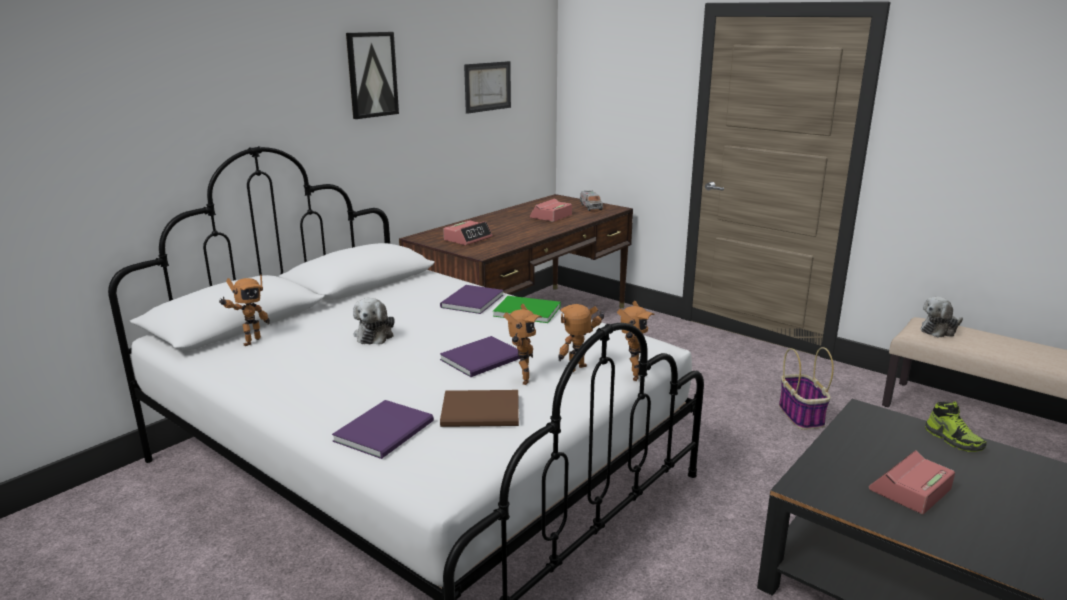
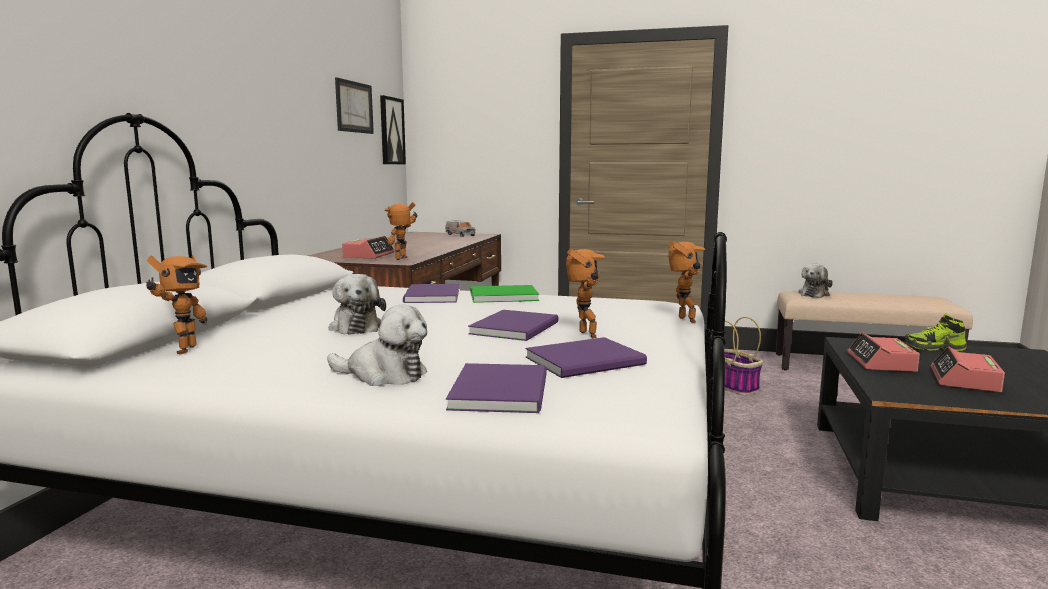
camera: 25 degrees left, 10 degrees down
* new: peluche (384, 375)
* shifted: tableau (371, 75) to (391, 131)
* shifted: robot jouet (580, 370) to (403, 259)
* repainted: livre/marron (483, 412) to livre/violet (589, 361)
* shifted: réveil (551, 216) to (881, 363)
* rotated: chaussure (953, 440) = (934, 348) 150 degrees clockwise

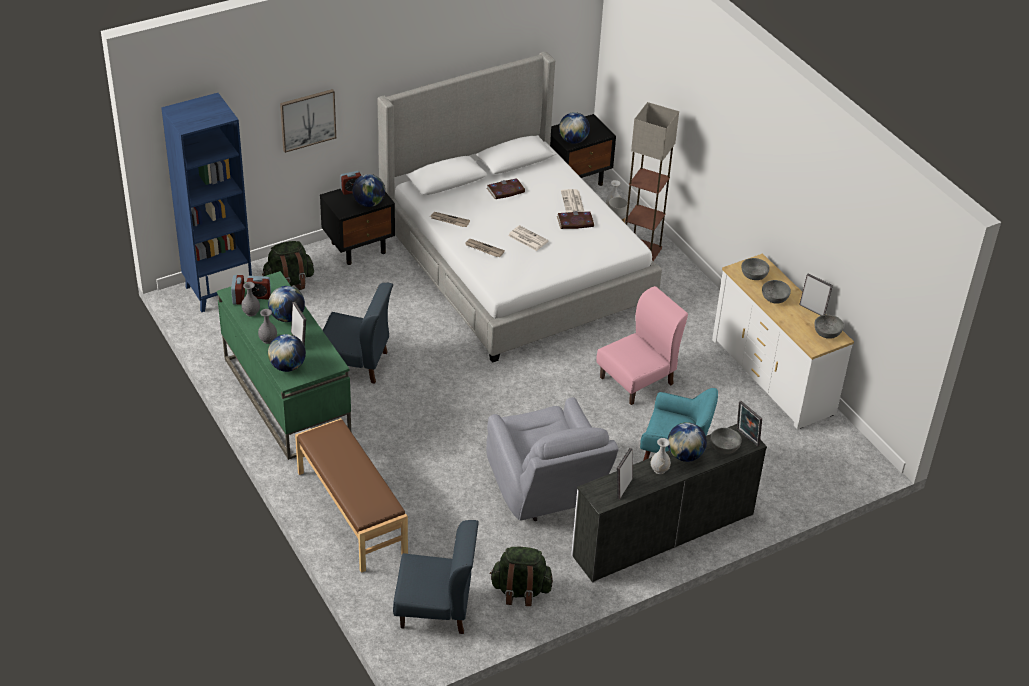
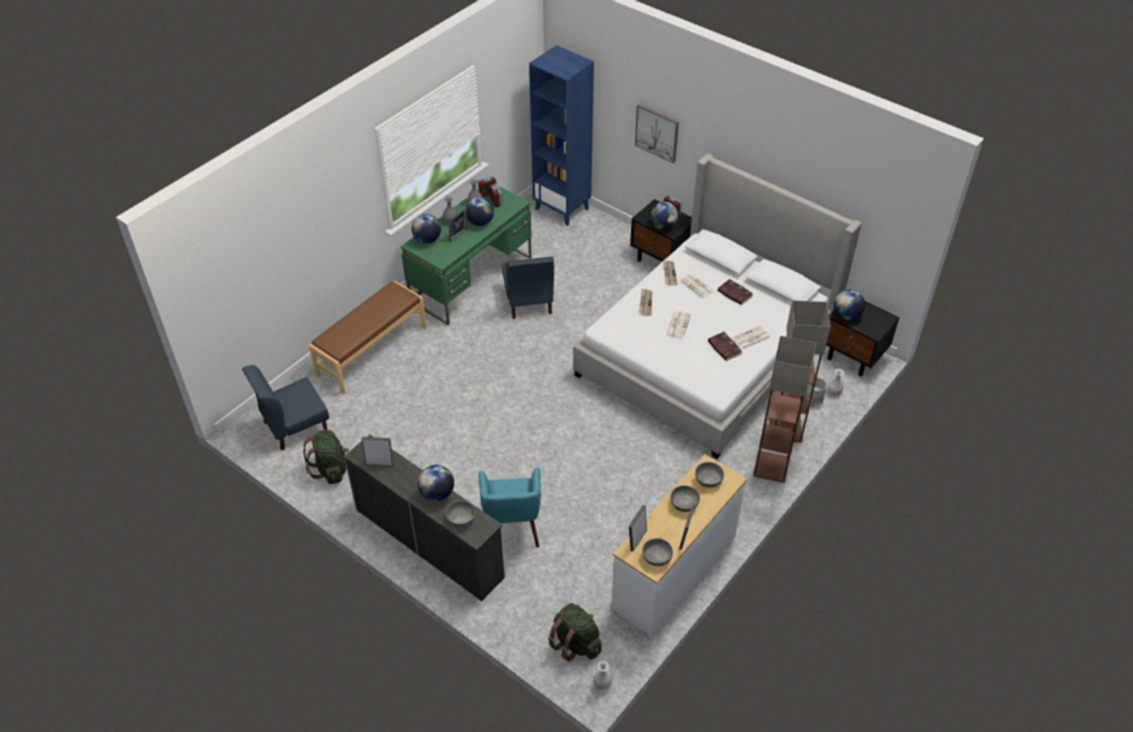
camera: 70 degrees right, 5 degrees up
* rotated: chaise/bleu (435, 609) = (294, 426) 75 degrees clockwise
* shifted: sac à dos/vert (289, 282) to (575, 643)
* shifted: vase/blanc (659, 469) to (602, 684)
* shifted: cadre photo (746, 438) to (637, 539)
* new: journal (697, 286)
* new: lampadaire (771, 467)
* gone: fauteuil/gris (546, 492)
* gone: chaise/rose (637, 380)

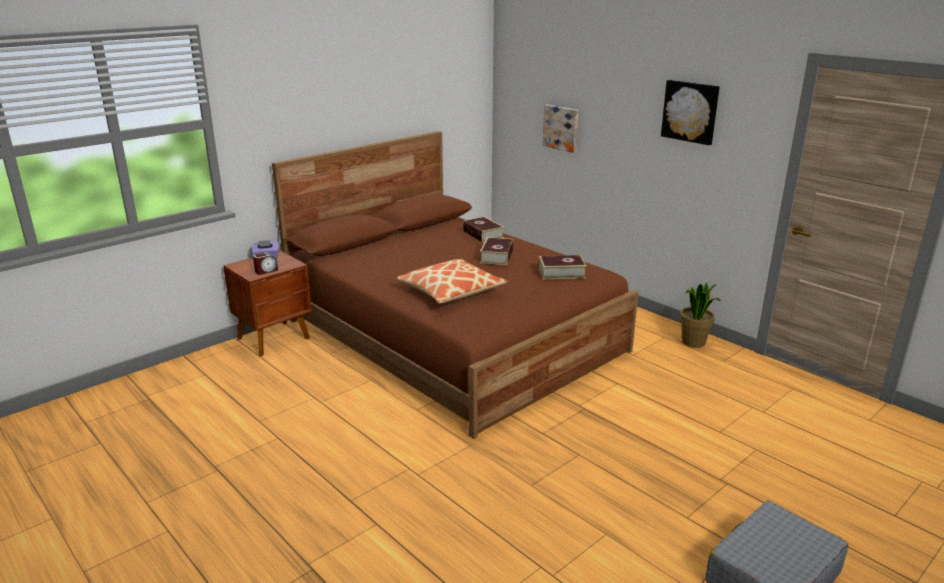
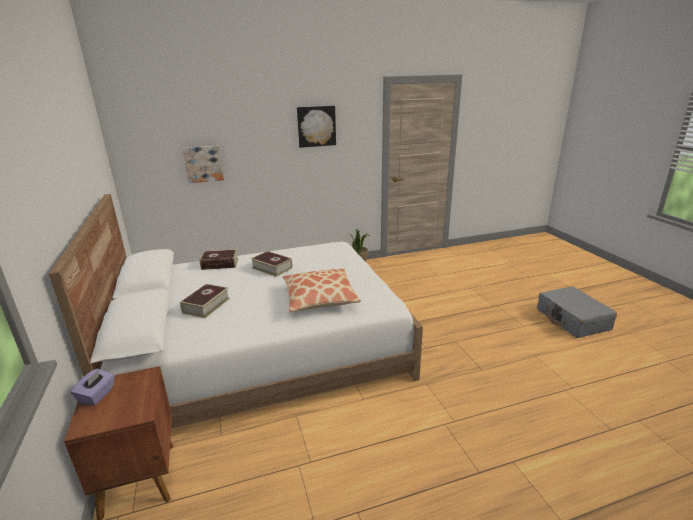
camera: 65 degrees left, 0 degrees up
* repainted: lit/marron (453, 335) to lit/blanc (263, 349)
* shifted: livre (561, 273) to (206, 305)
* gone: réveil (266, 271)

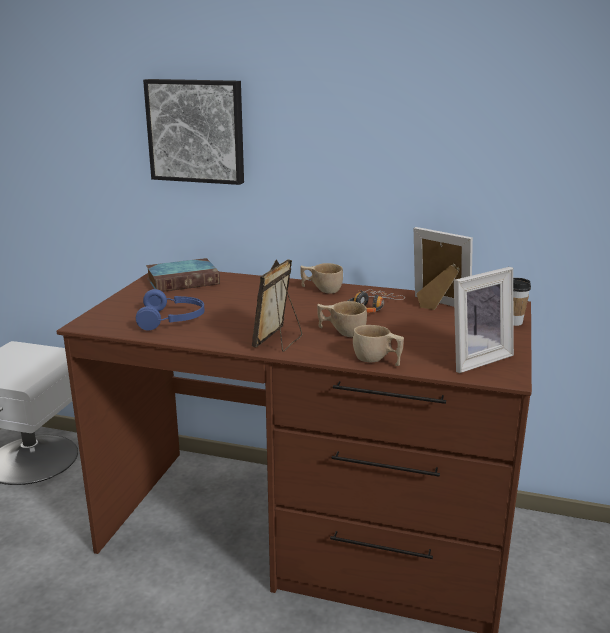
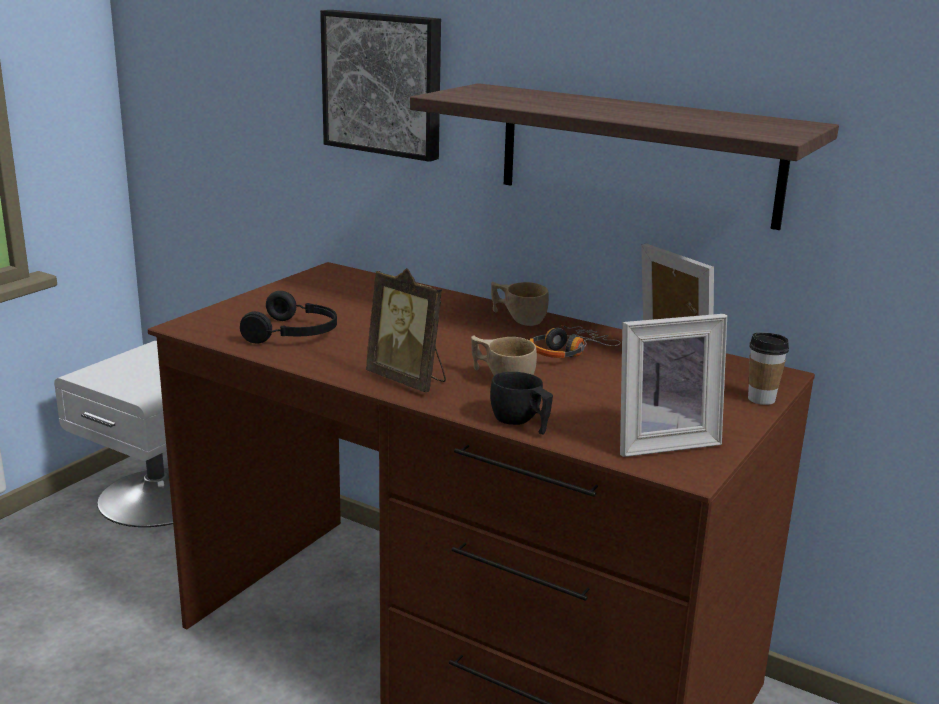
camera: 15 degrees right, 0 degrees up
* repainted: casque audio/bleu (172, 319) to casque audio/noir (294, 334)
* rotated: cadre photo (279, 341) = (409, 380) 90 degrees counterclockwise
* new: étagère (637, 154)
* repainted: tasse/beige (377, 360) to tasse/noir (521, 423)
* gone: livre (184, 280)

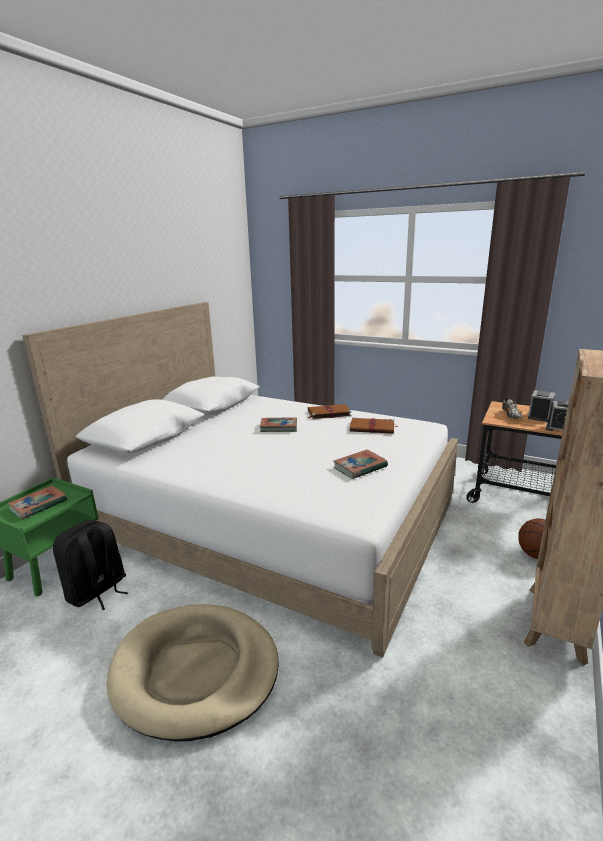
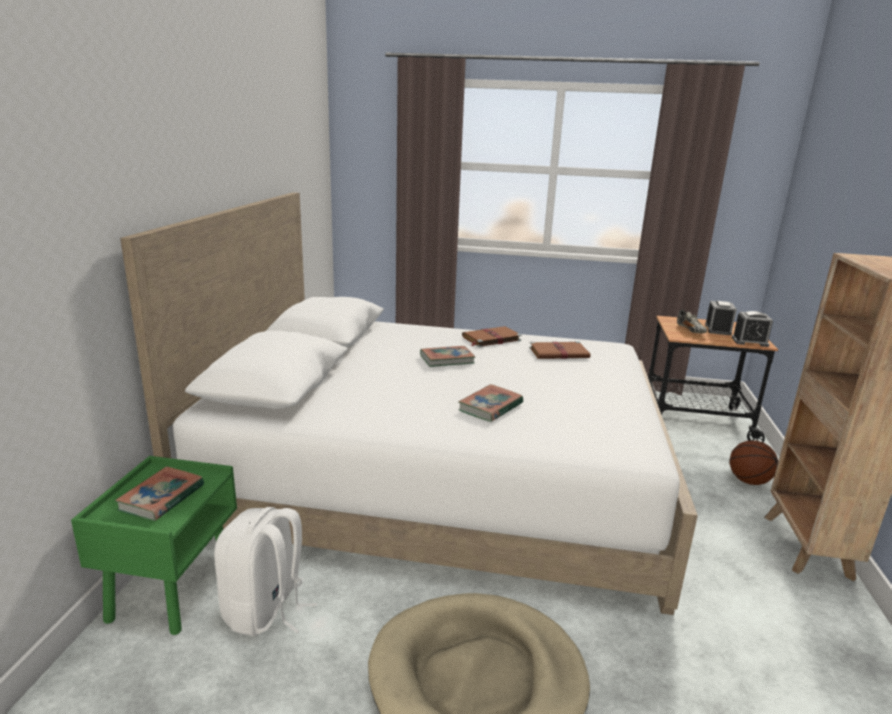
camera: 20 degrees left, 0 degrees up
* repainted: sac à dos/noir (97, 591) to sac à dos/blanc (266, 610)
* shifted: livre (360, 467) to (490, 407)

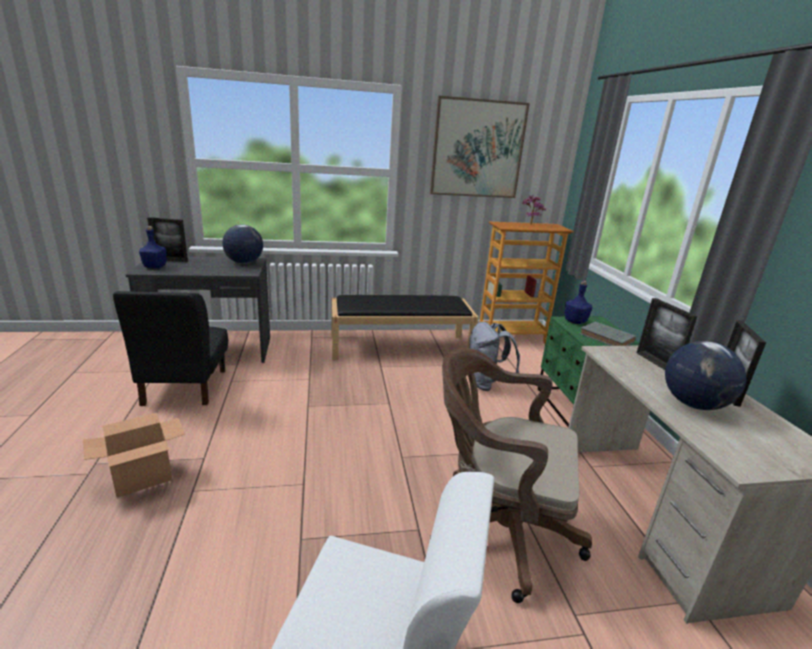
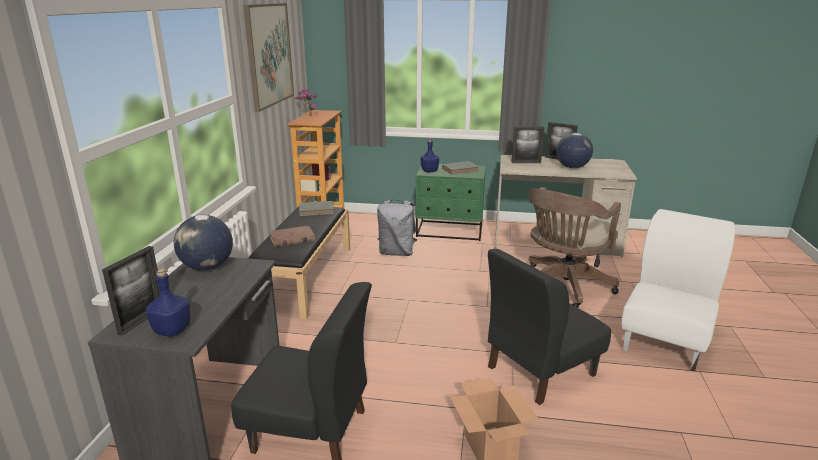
camera: 70 degrees left, 0 degrees up
* new: livre/marron (292, 239)
* new: livre/gris (317, 210)
* new: chaise/noir (540, 371)

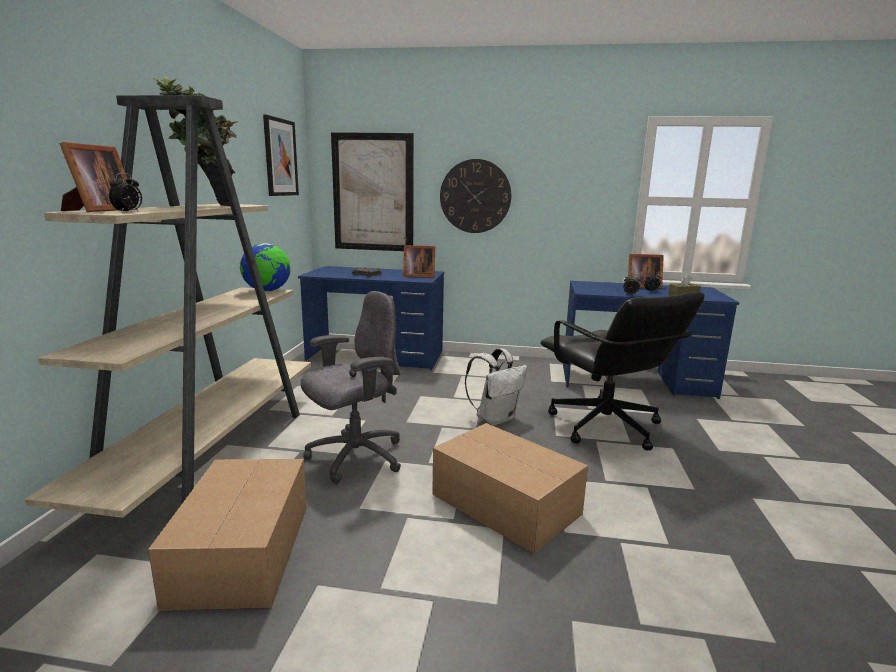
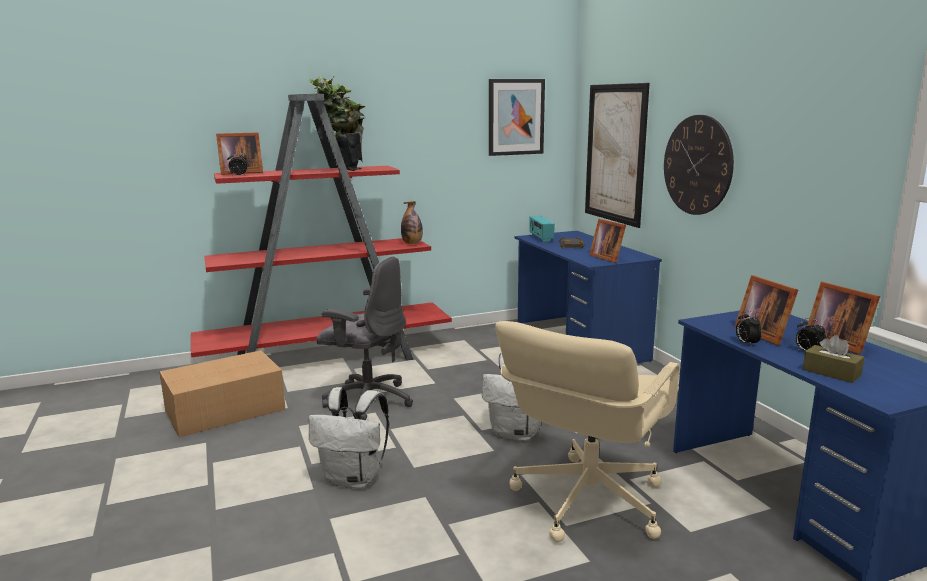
camera: 60 degrees right, 0 degrees up
* repainted: bibliothèque/beige (212, 453) to bibliothèque/rouge (327, 358)
* swapped: carton (504, 502) to sac à dos/blanc (354, 479)
* swapped: globe (267, 291) to bouteille (412, 243)
* repainted: chaise de bureau/noir (605, 427) to chaise de bureau/beige (586, 501)
* new: radio (540, 238)
* new: cadre photo (763, 334)

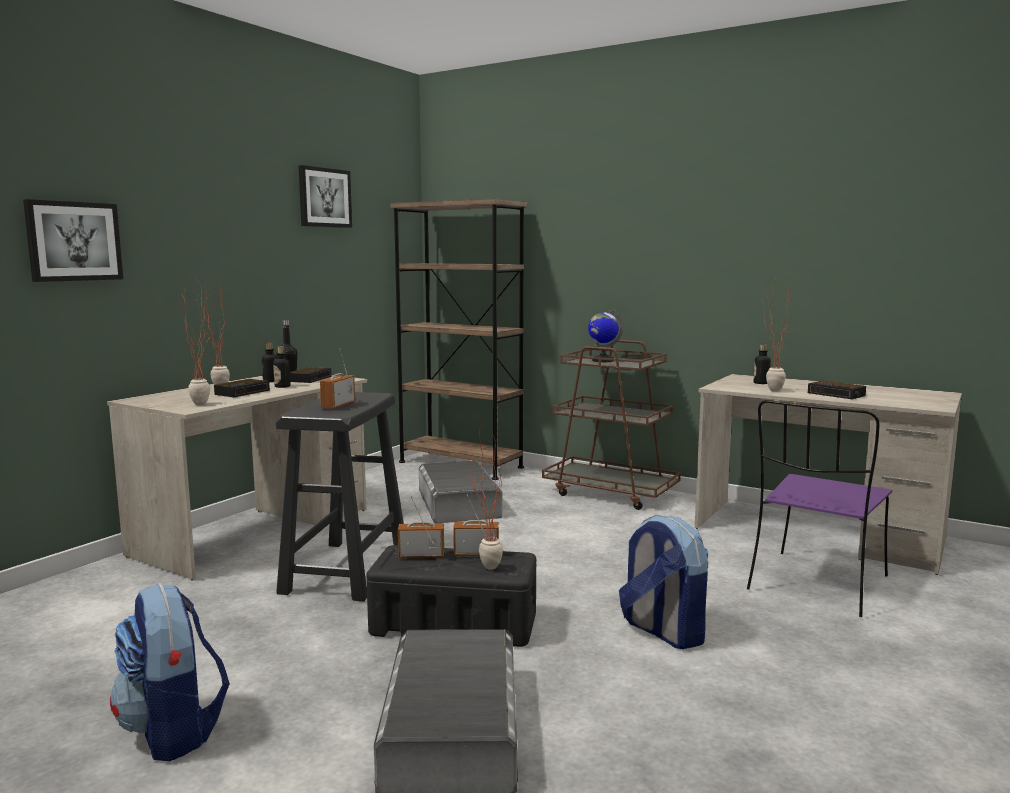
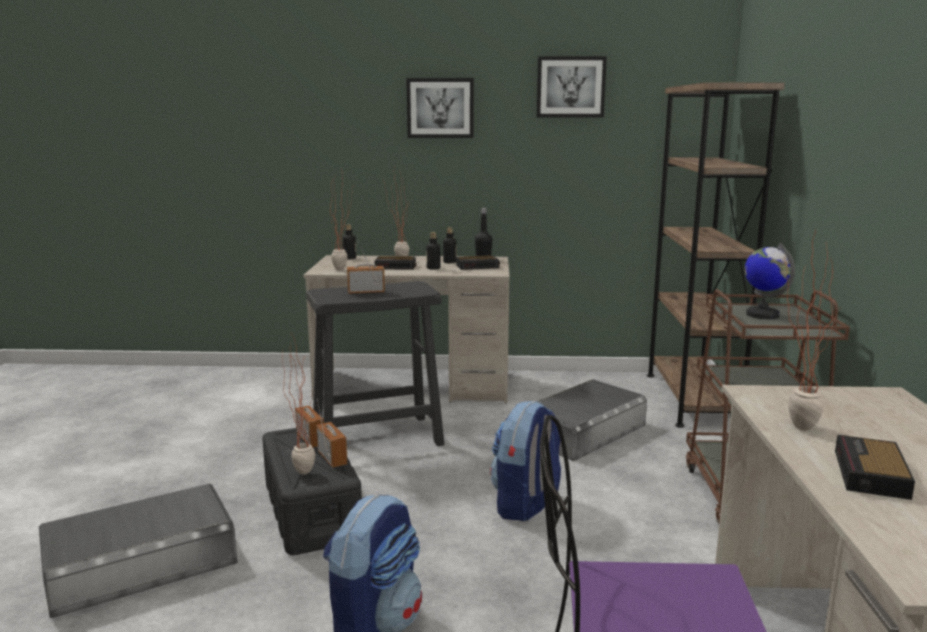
camera: 60 degrees right, 5 degrees up
* shifted: bouteille (761, 383) to (349, 258)
* shifted: tableau (74, 241) to (440, 108)
* shifted: sac à dos (174, 731) to (526, 504)

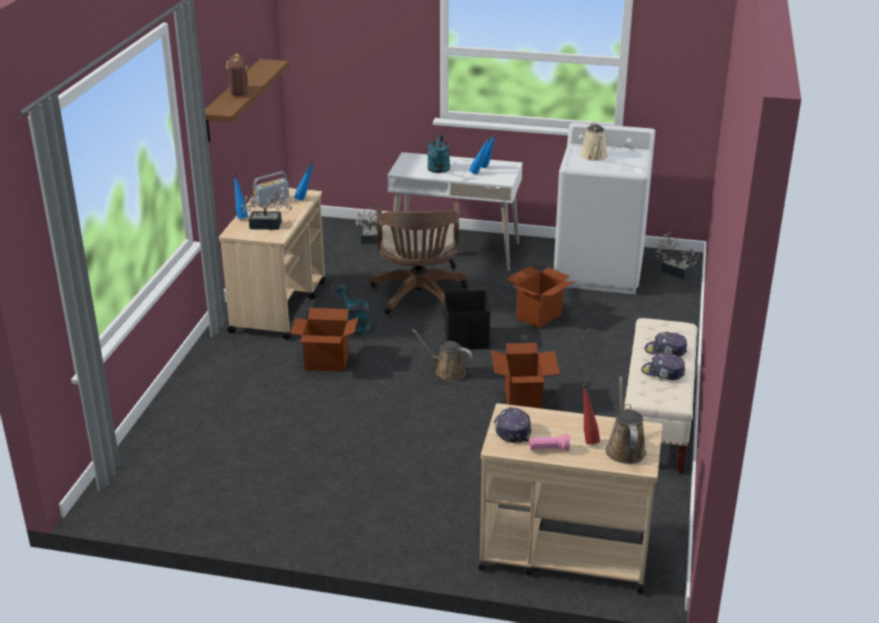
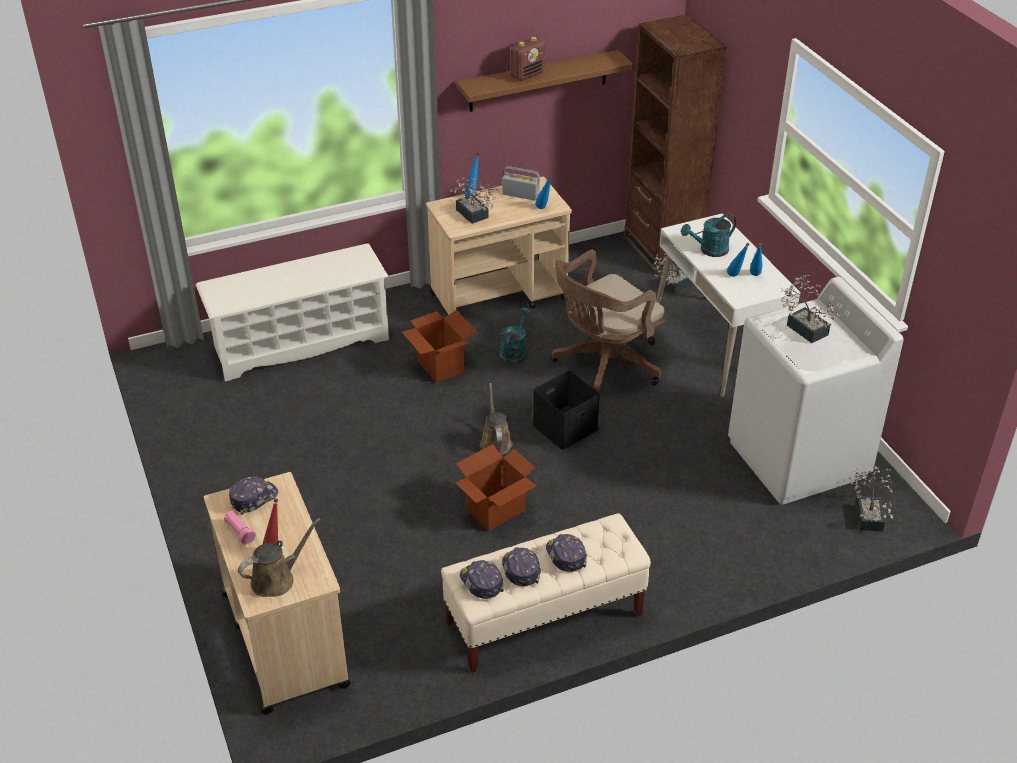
camera: 55 degrees right, 10 degrees up
* new: étagère à chaussures/blanc (301, 343)
* new: casquette (481, 583)
* new: bibliothèque/marron (661, 250)
* swapped: arrosoir/beige (594, 157) to plante en pot (804, 327)
* gone: carton (538, 316)

